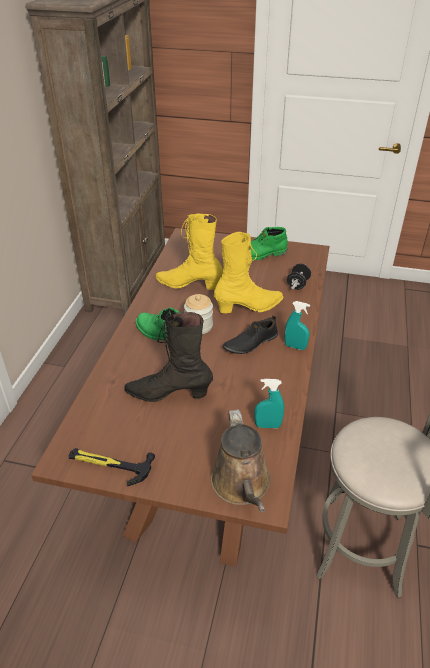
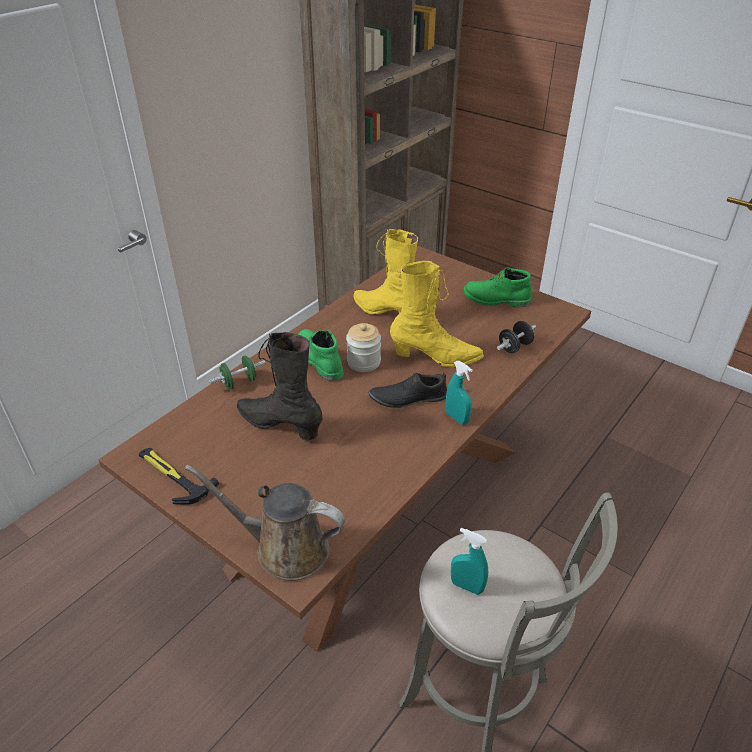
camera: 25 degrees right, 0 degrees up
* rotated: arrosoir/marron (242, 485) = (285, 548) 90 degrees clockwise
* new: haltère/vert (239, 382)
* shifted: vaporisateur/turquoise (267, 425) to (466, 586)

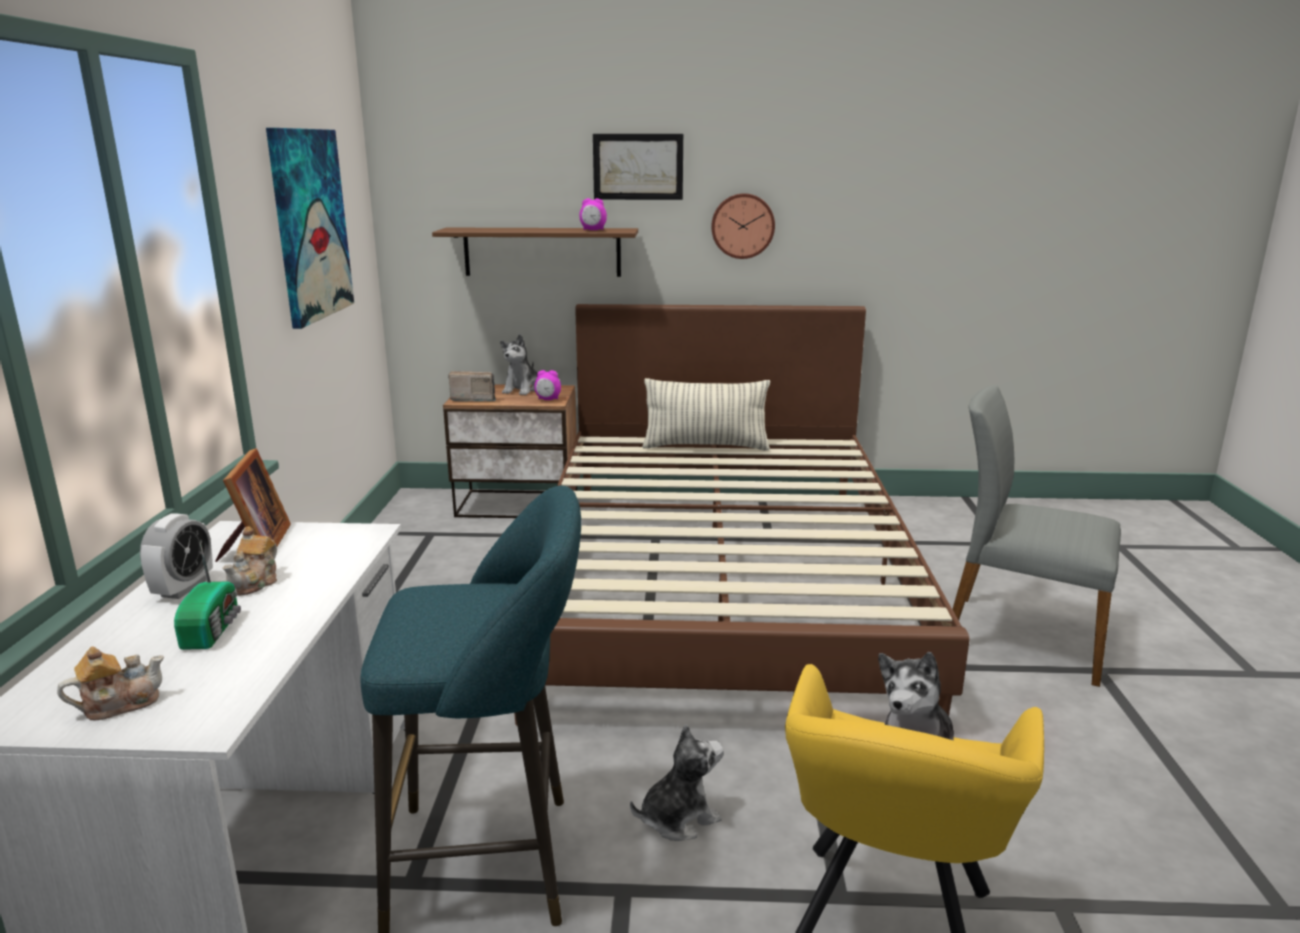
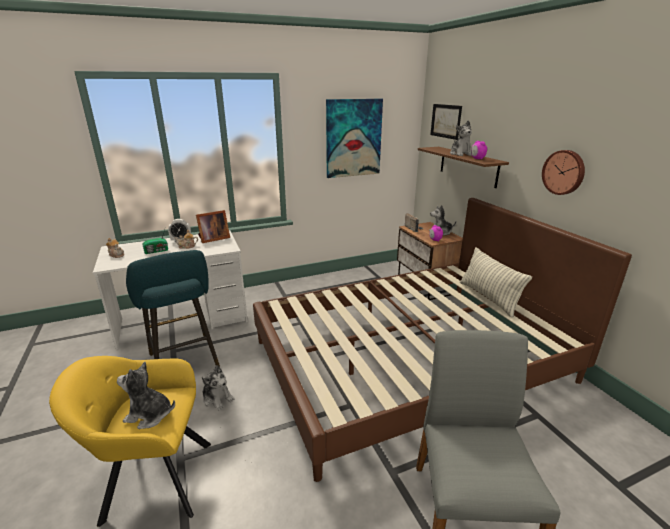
camera: 65 degrees right, 5 degrees up
* shifted: tableau (638, 167) to (445, 121)
* new: peluche (460, 154)

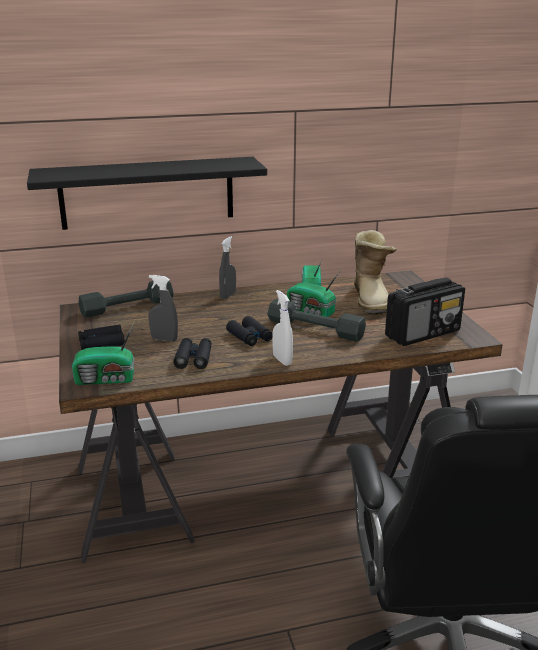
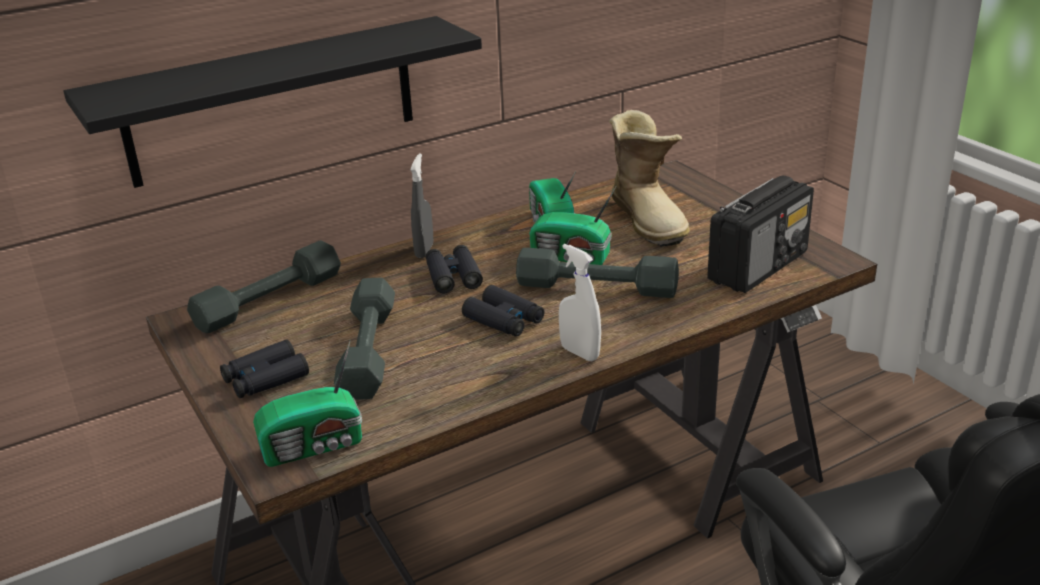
camera: 15 degrees left, 5 degrees up
* swapped: vaporisateur/gris (164, 339) to haltère/gris (368, 350)
* shifted: jumelles/noir (193, 358) to (453, 276)

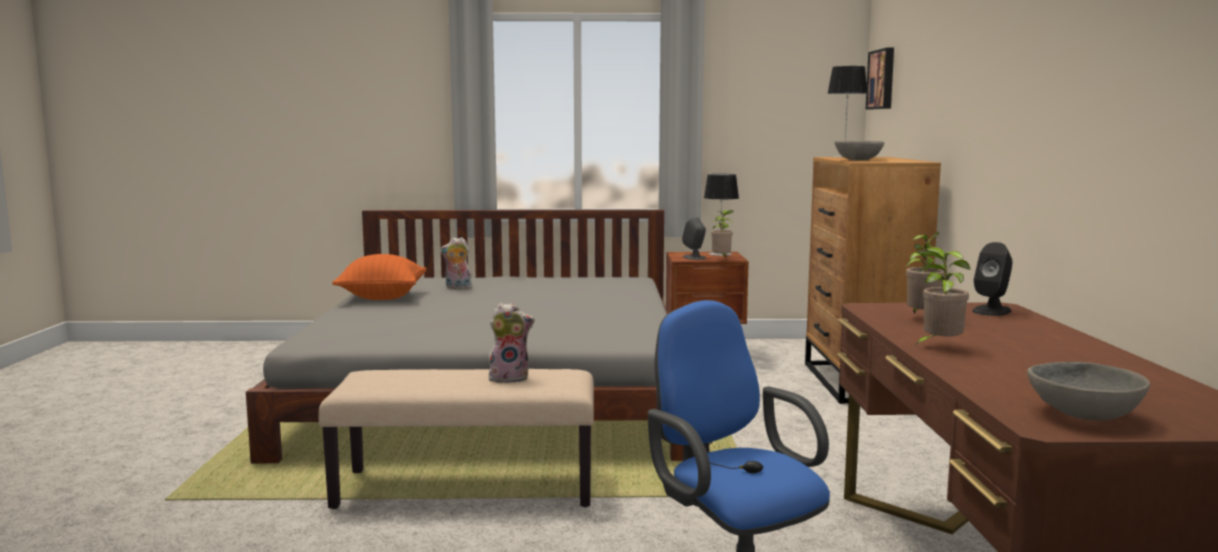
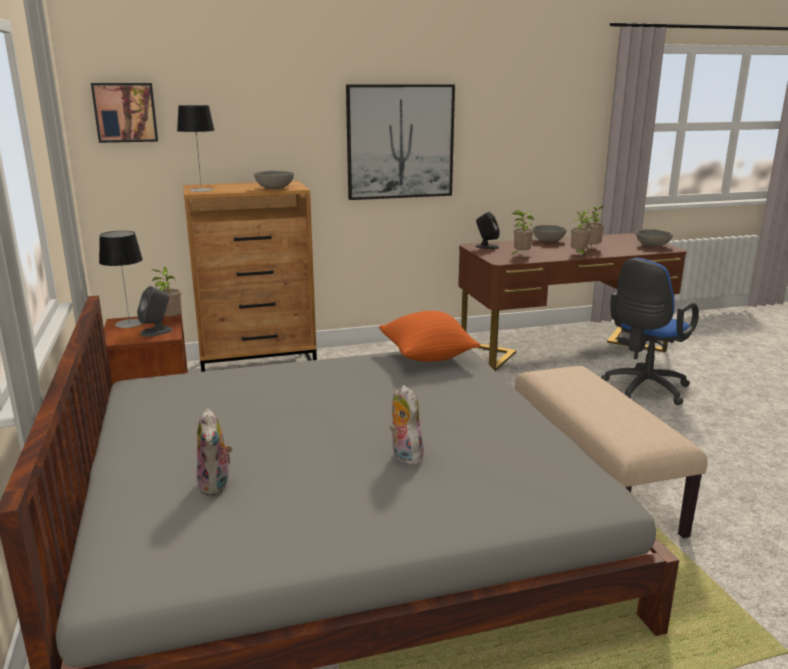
camera: 105 degrees left, 10 degrees up
* new: tableau (400, 142)
* shifted: coussin/orange (382, 297) to (427, 357)
* shifted: peluche (510, 378) to (404, 456)
* new: bol/gris (548, 241)
* new: plante en pot (592, 248)

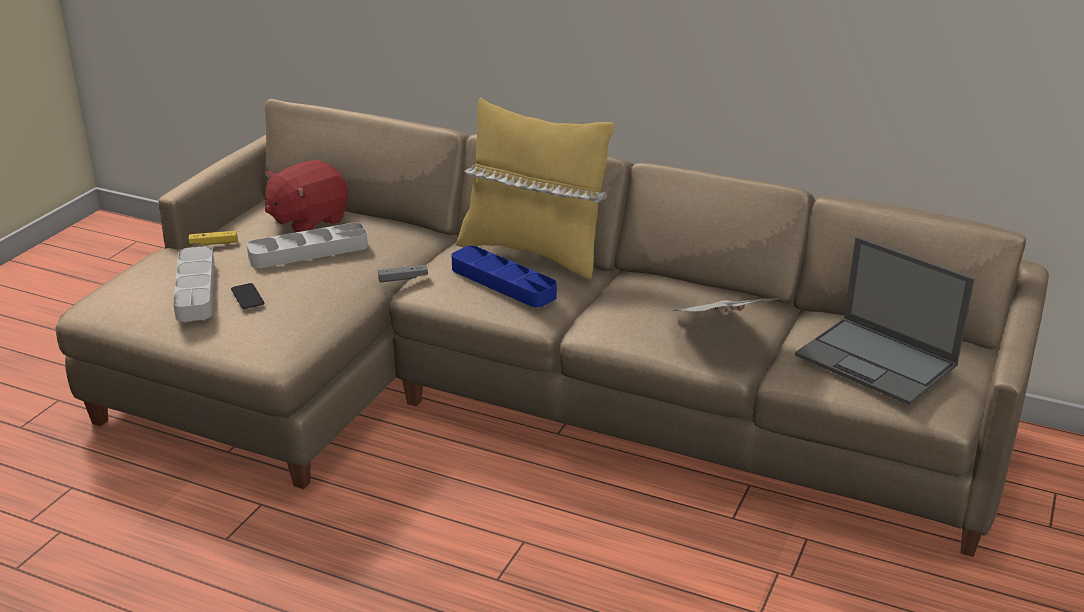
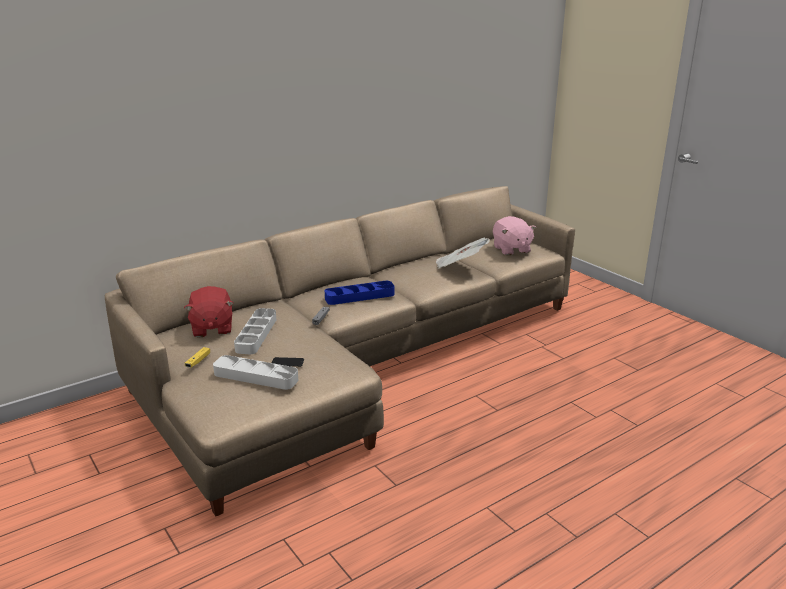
camera: 60 degrees left, 5 degrees down
* swapped: ordinateur portable (877, 361) to peluche/rose (511, 249)
* gone: coussin/jaune (533, 252)

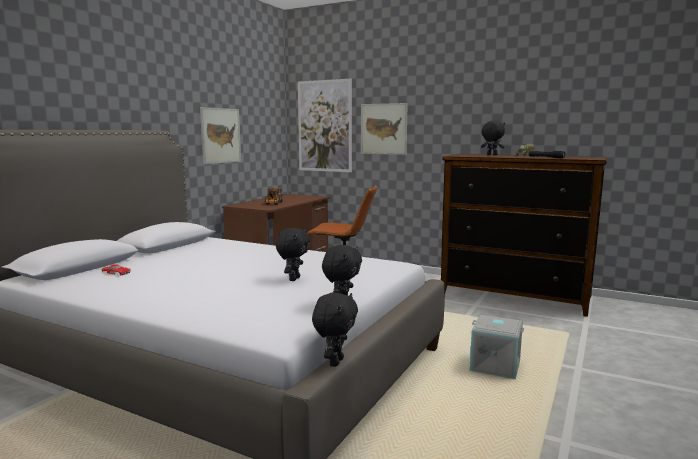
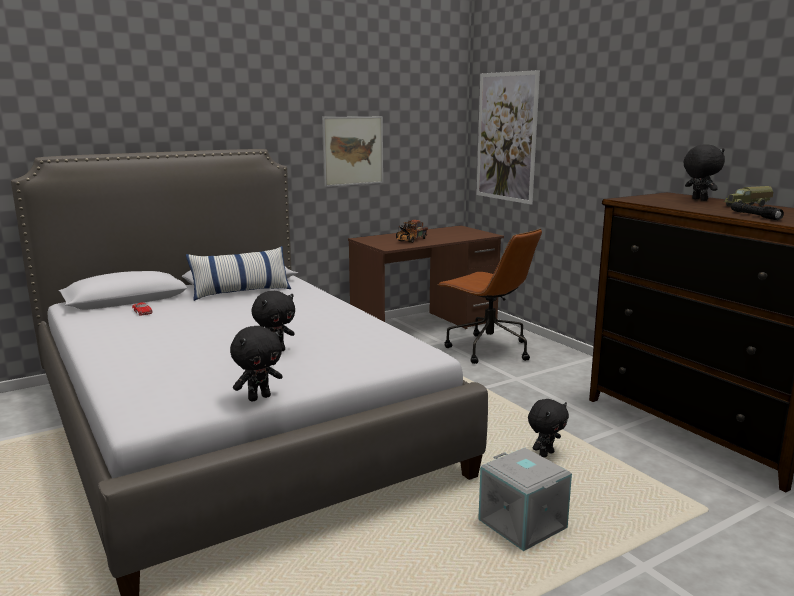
camera: 30 degrees right, 5 degrees up
* new: coussin (241, 292)
* shifted: peluche/noir (335, 362) to (545, 454)
* gone: tableau (383, 129)

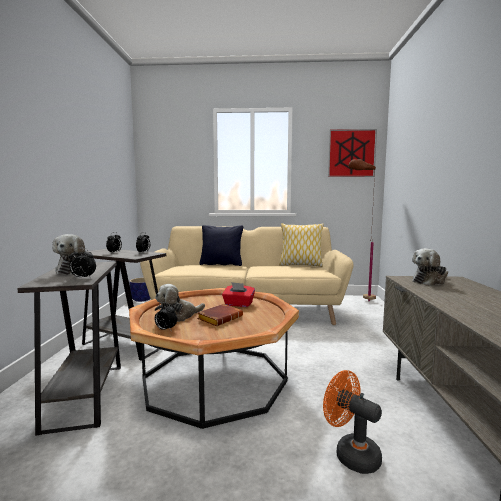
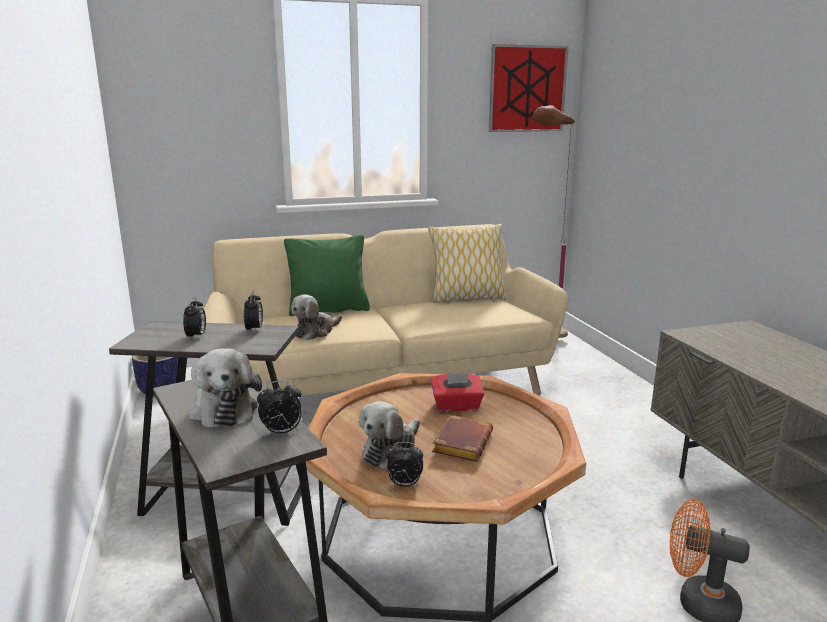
camera: 20 degrees left, 10 degrees up
* repainted: coussin/noir (221, 264) to coussin/vert (328, 310)
* shifted: peluche (430, 281) to (315, 331)

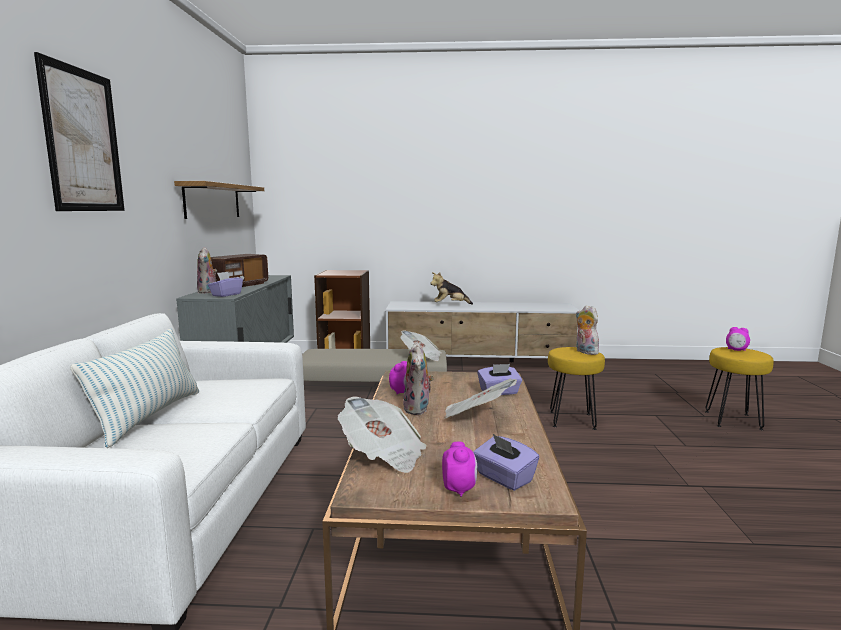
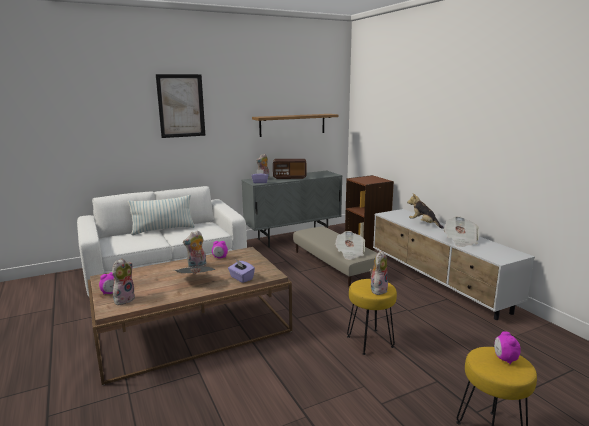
camera: 60 degrees right, 5 degrees up
* swapped: boîte à mouchoirs/violet (504, 478) to peluche (124, 299)
* shifted: journal (383, 455) to (460, 241)

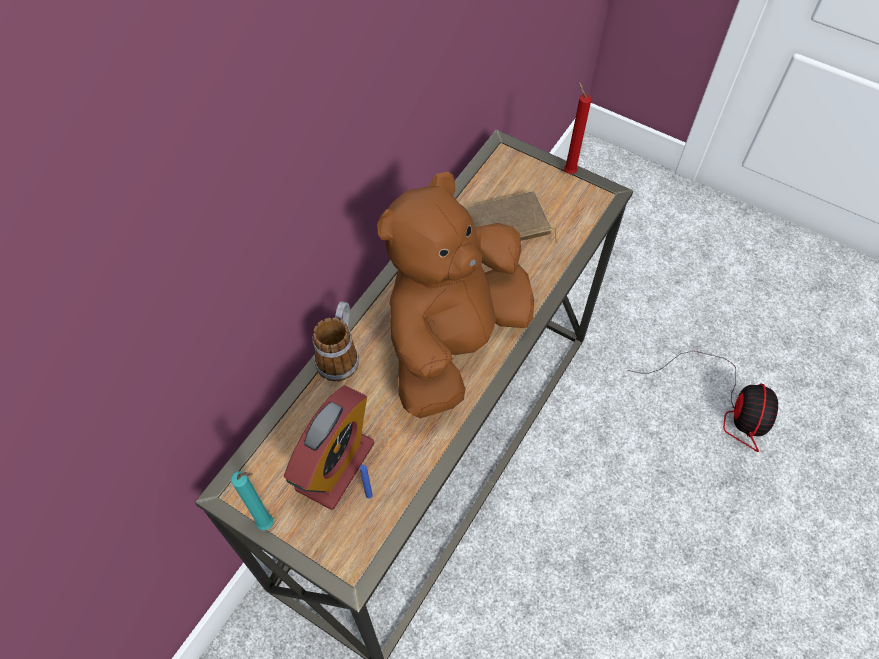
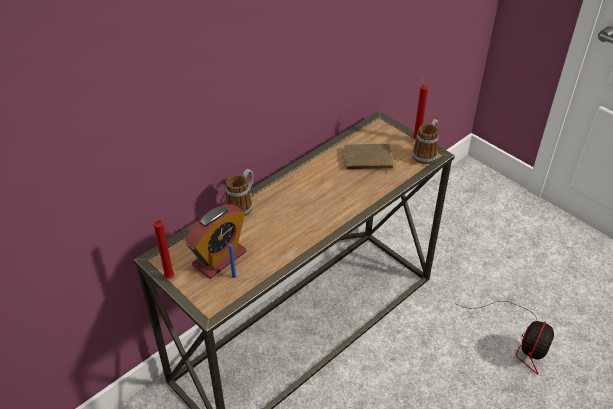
camera: 15 degrees right, 15 degrees down
* repainted: bougie/turquoise (268, 524) to bougie/rouge (171, 278)
* new: mug (426, 153)
* gone: peluche/marron (453, 341)

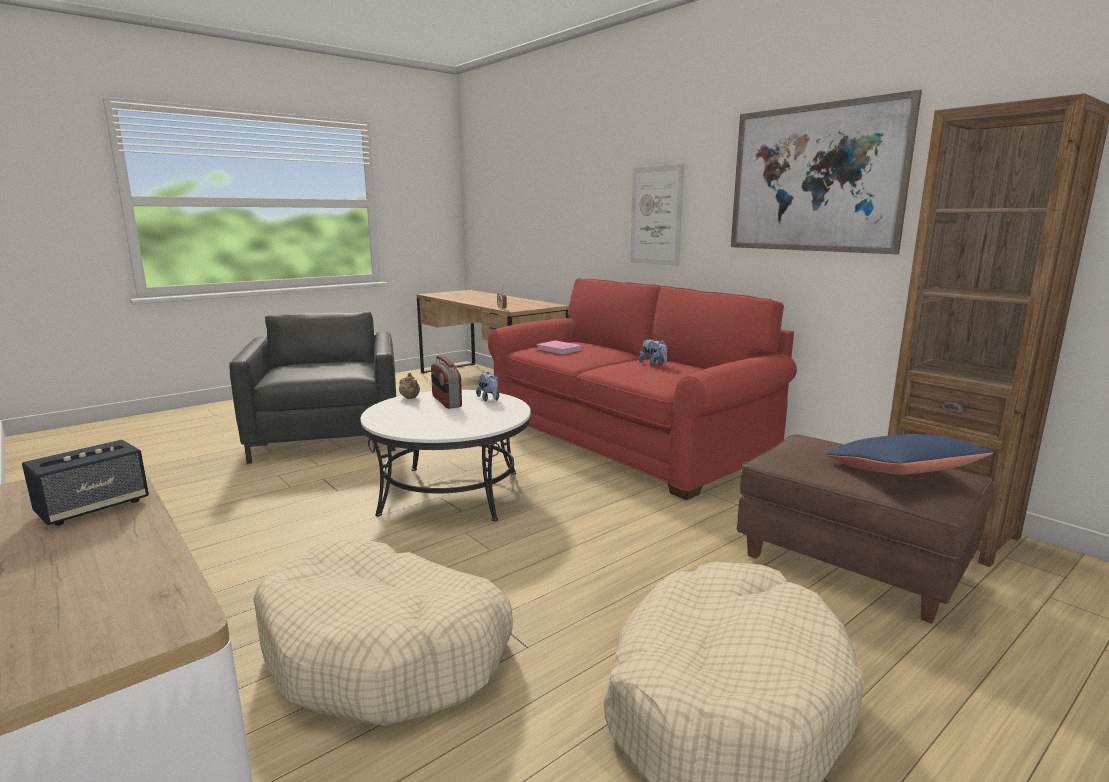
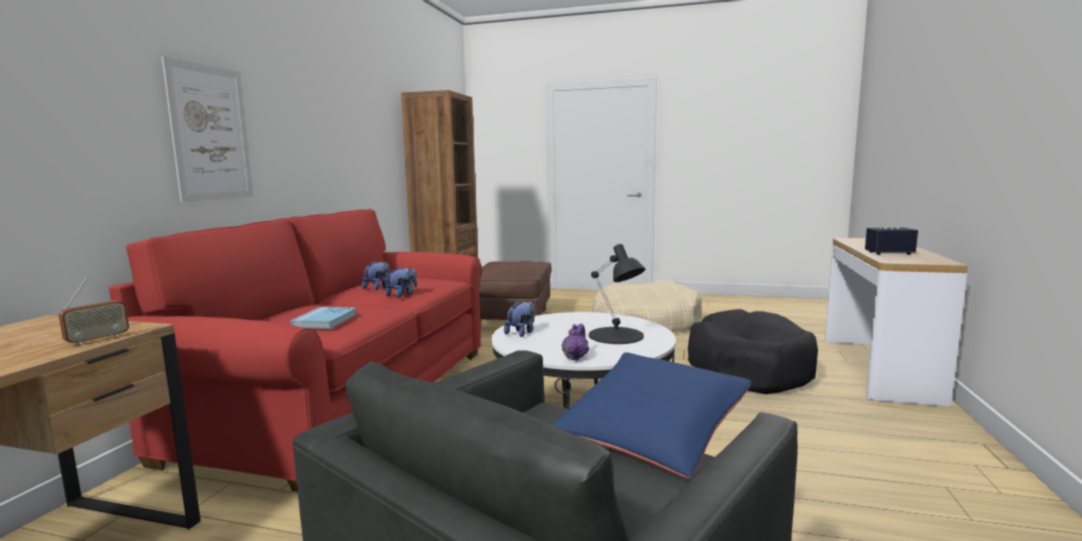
camera: 125 degrees left, 5 degrees down
* repainted: livre/rose (559, 349) to livre/bleu (325, 321)
* new: peluche (402, 295)
* shifted: coussin/bleu (901, 474) to (650, 433)
* repainted: théière/beige (410, 398) to théière/violet (575, 357)
* new: lampe de table/noir (616, 336)
* repainted: panier pour chien/beige (385, 651) to panier pour chien/noir (748, 368)
* gone: radio (446, 401)
* gone: tableau (814, 179)

